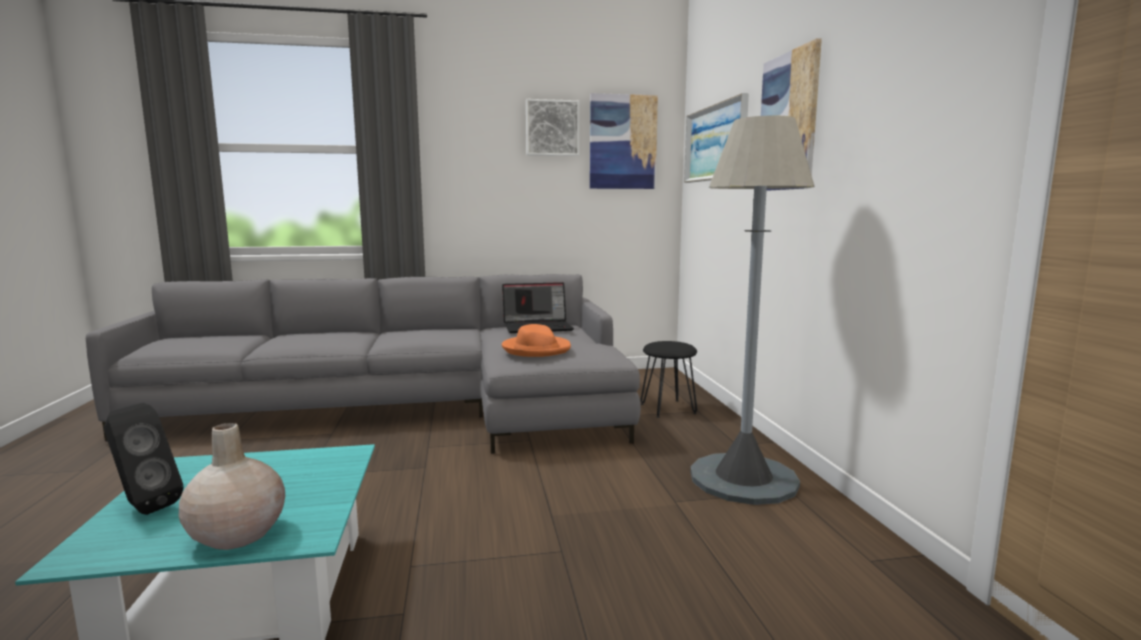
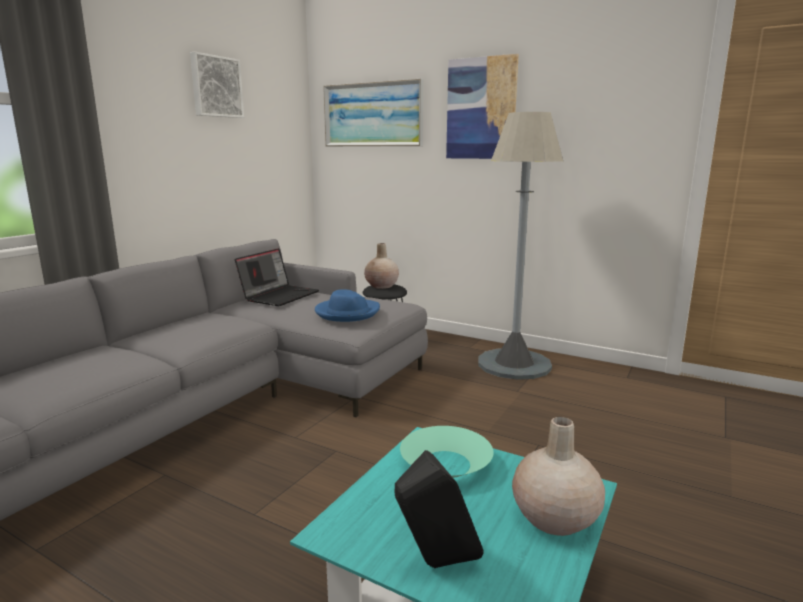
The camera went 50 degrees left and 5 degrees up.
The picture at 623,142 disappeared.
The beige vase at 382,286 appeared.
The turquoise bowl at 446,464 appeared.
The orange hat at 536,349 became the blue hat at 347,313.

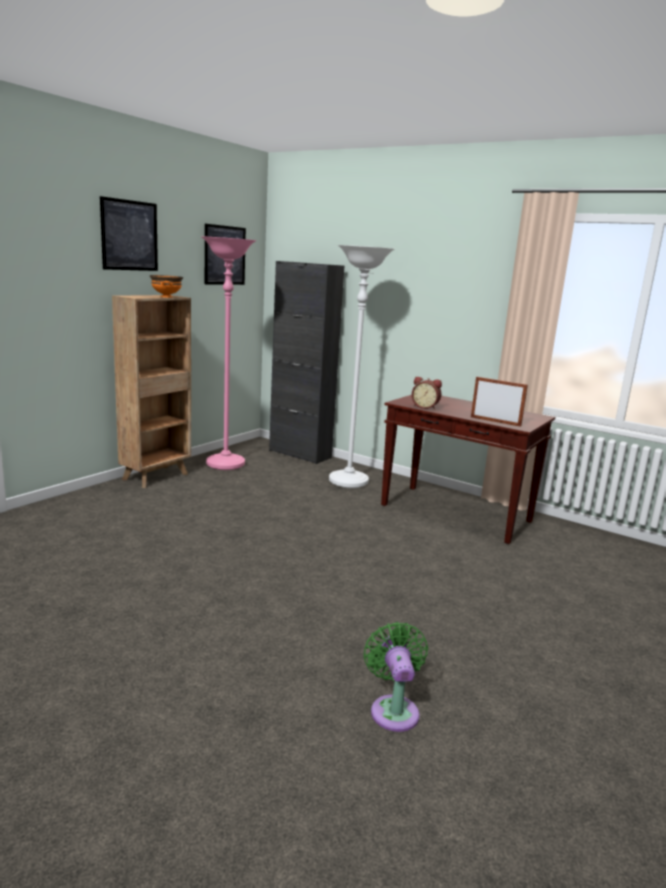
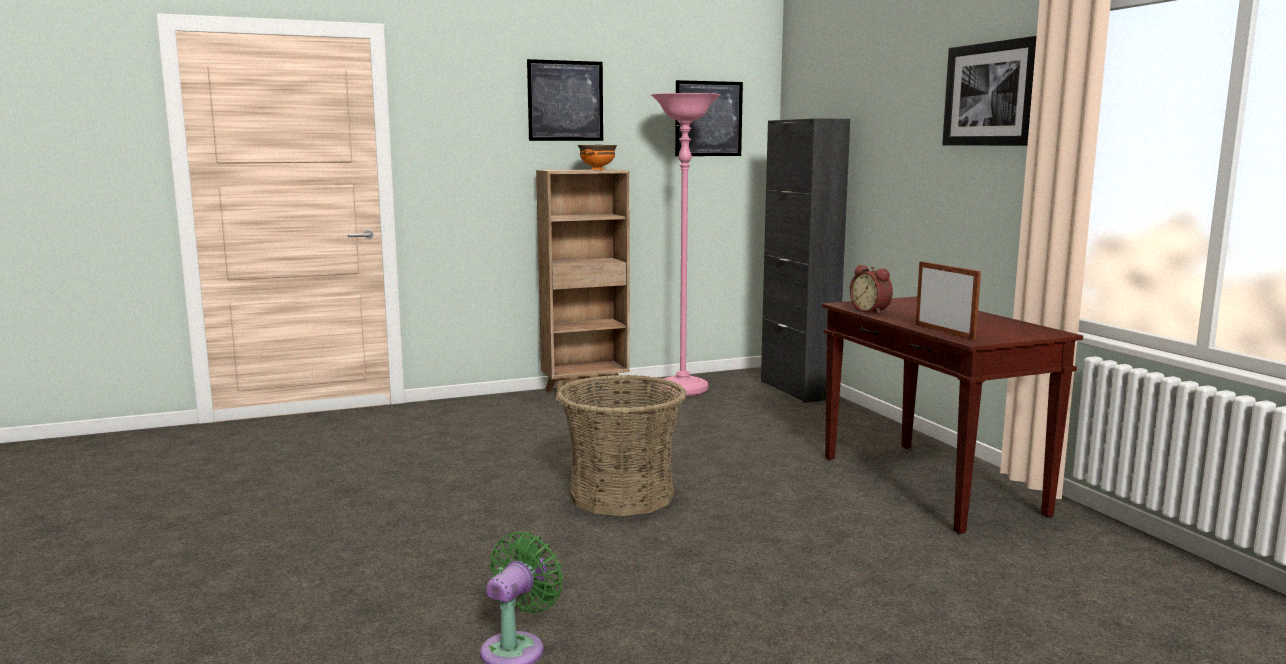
The camera went 35 degrees right and 5 degrees down.
The white floor lamp at 348,481 disappeared.
The basket at 622,495 appeared.
The picture at 991,94 appeared.

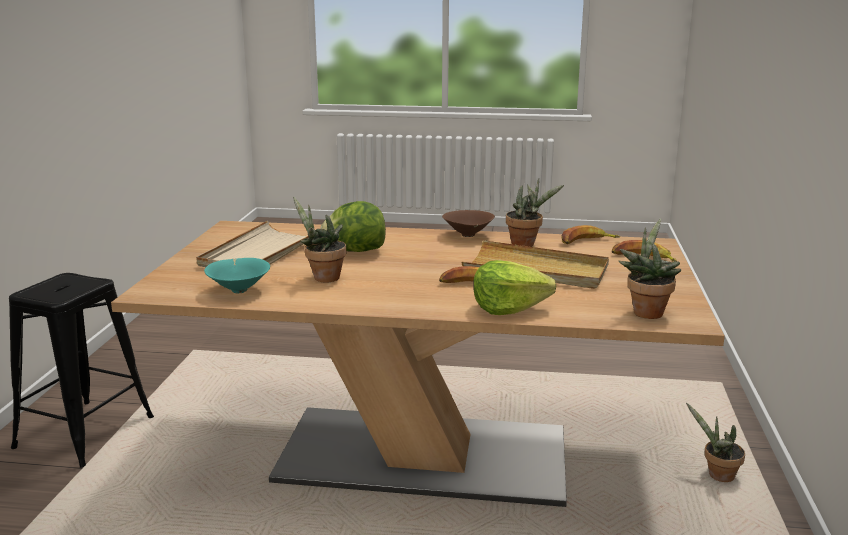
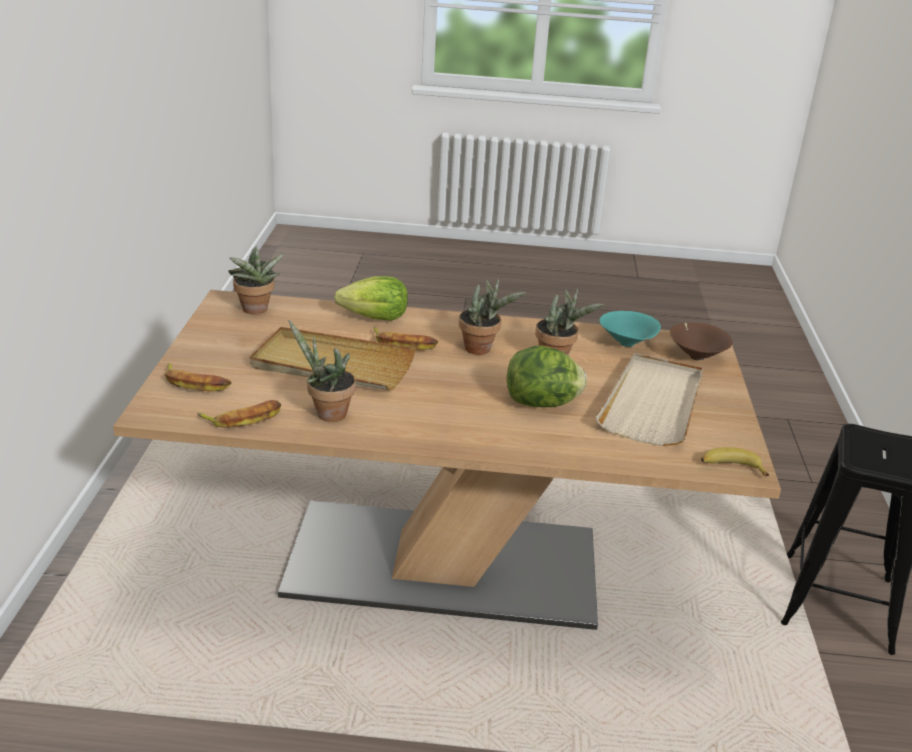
The camera went 175 degrees right and 10 degrees up.
The banana at 731,467 appeared.
The brown bowl moved from 468,236 to 696,356.
The potted plant moved from 717,476 to 482,349.

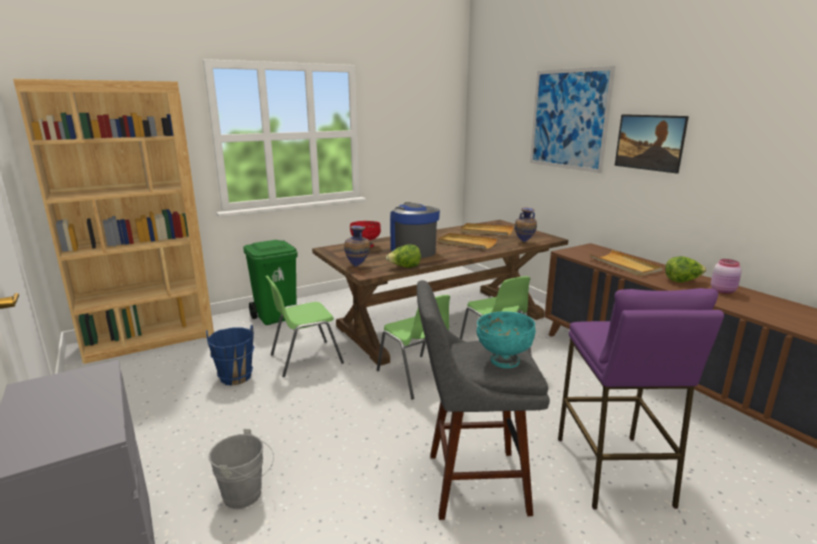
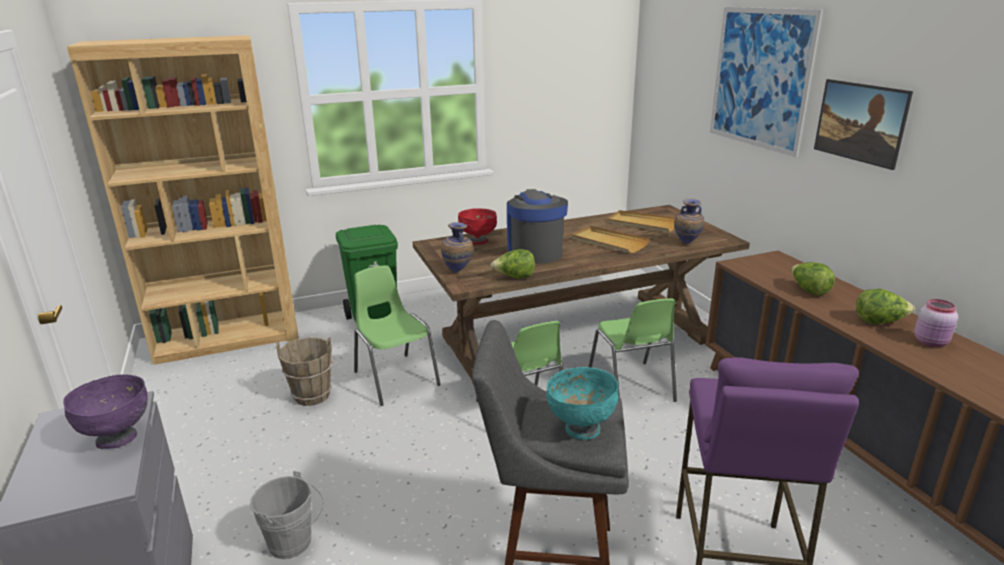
The camera went 10 degrees right and 5 degrees up.
The purple bowl at 118,439 appeared.
The beige tray at 625,265 was replaced by the lettuce at 809,291.
The blue bucket at 235,377 became the brown bucket at 312,395.
The green chair at 305,358 turned 75 degrees clockwise.

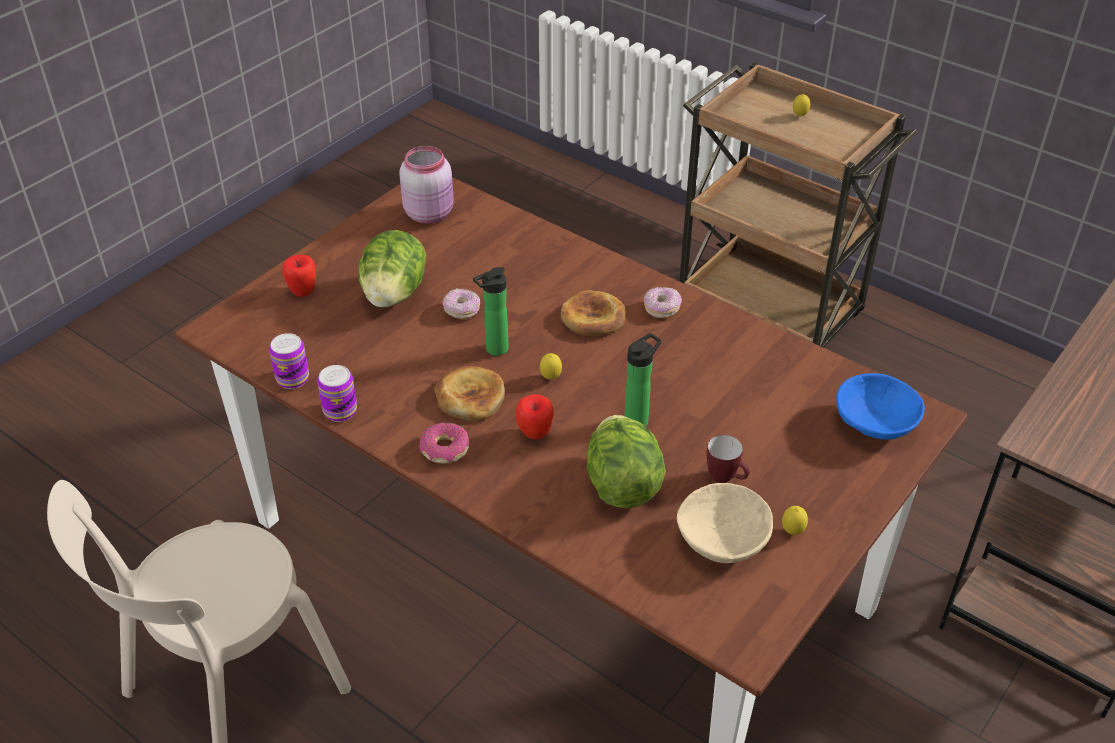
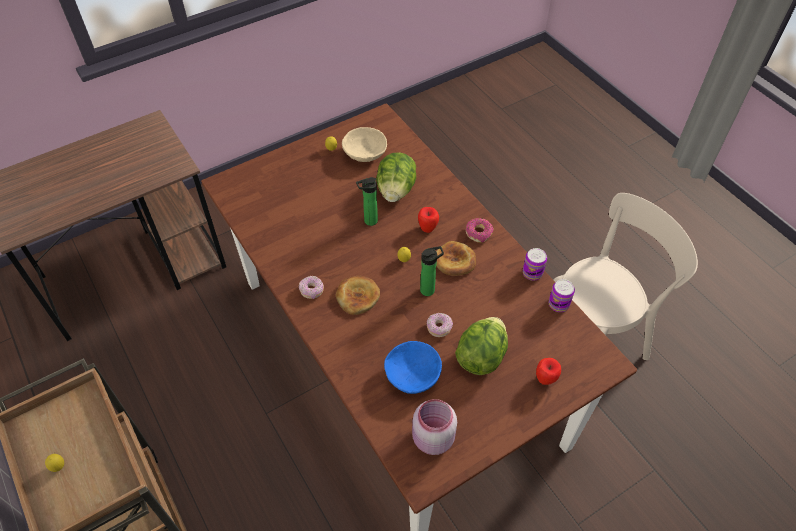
The camera went 160 degrees left and 10 degrees up.
The mug at 726,479 disappeared.
The blue bowl moved from 874,426 to 413,375.

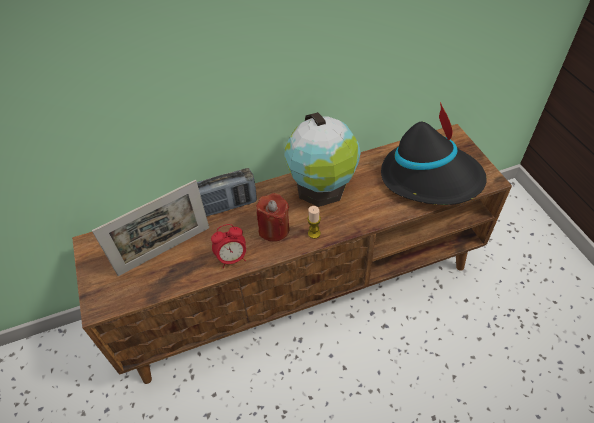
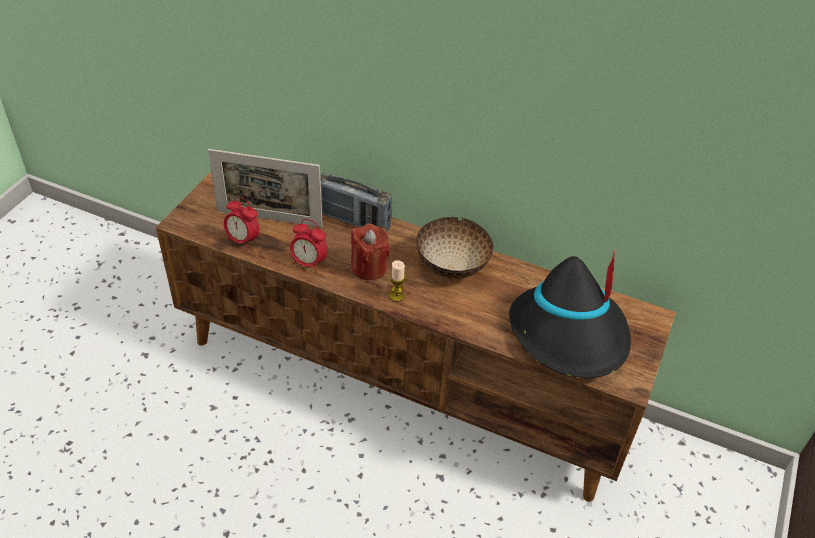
The camera went 40 degrees right and 5 degrees down.
The alarm clock at 243,240 appeared.
The globe at 322,189 was replaced by the bowl at 452,268.

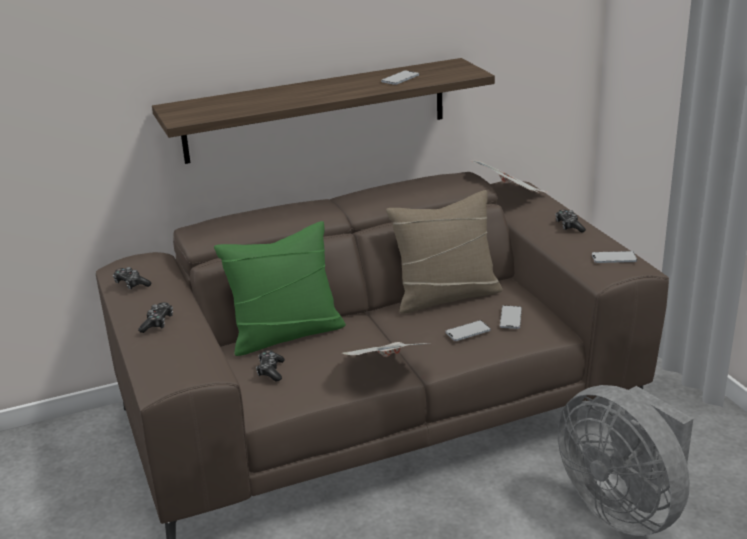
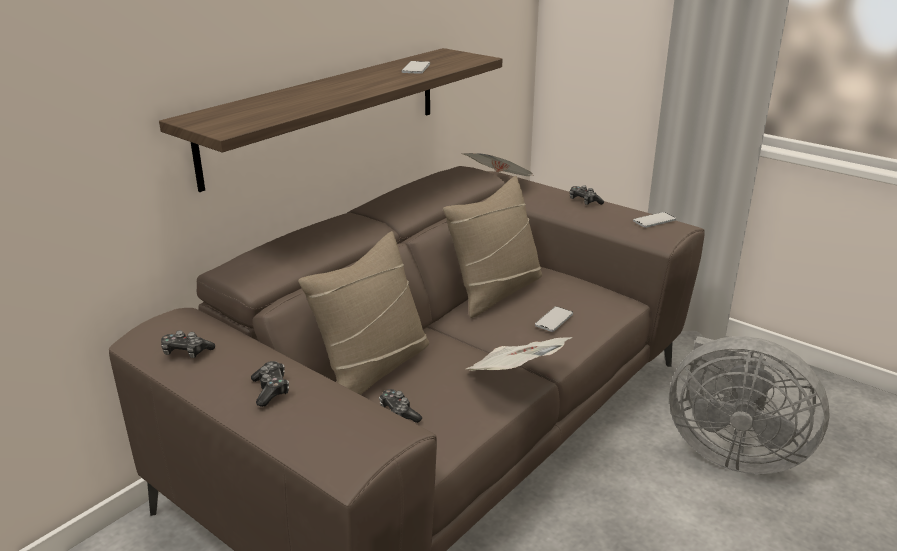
The camera went 30 degrees left and 0 degrees up.
The phone at 510,318 disappeared.
The green pillow at 286,334 became the beige pillow at 373,368.

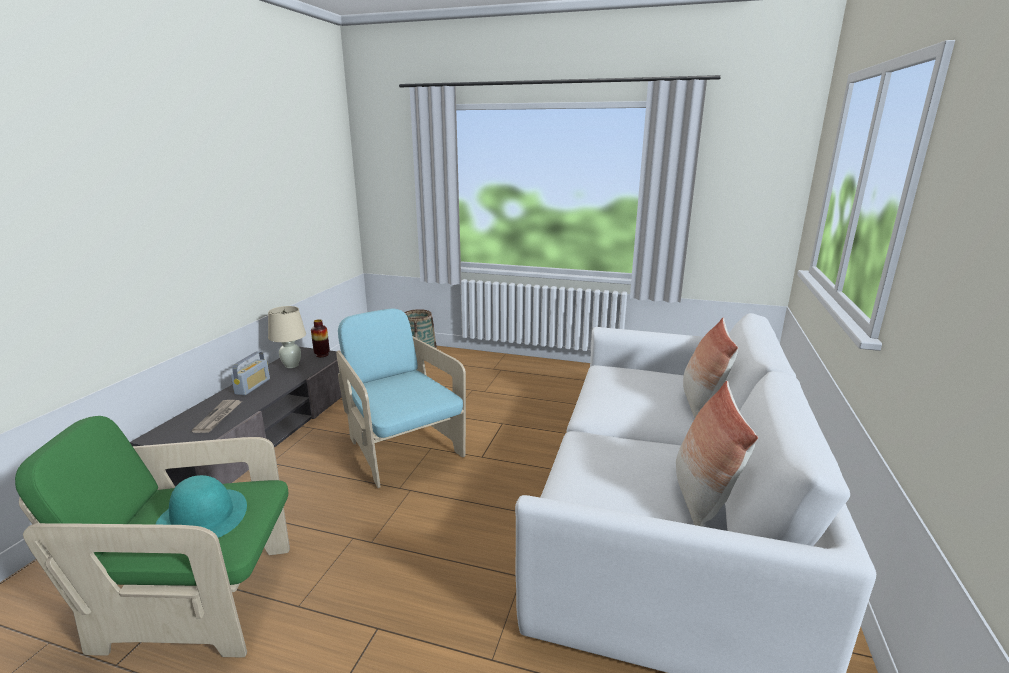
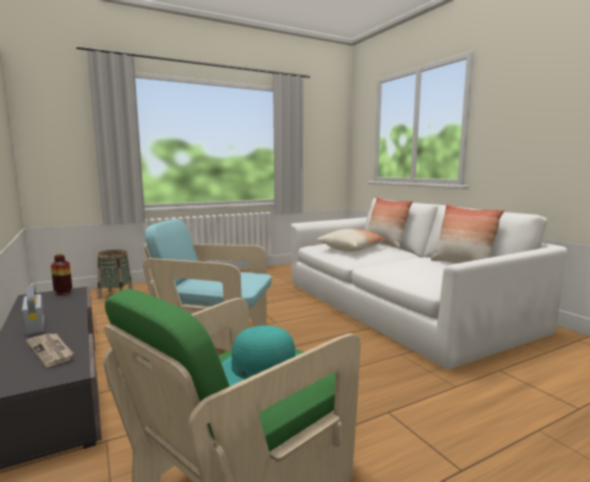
The camera went 45 degrees left and 10 degrees down.
The beige table lamp at 291,365 disappeared.
The pillow at 351,249 appeared.

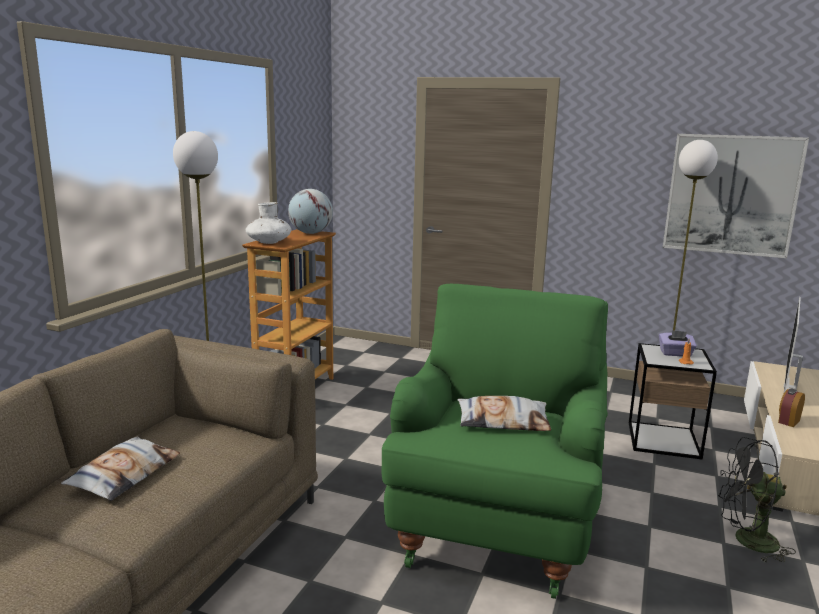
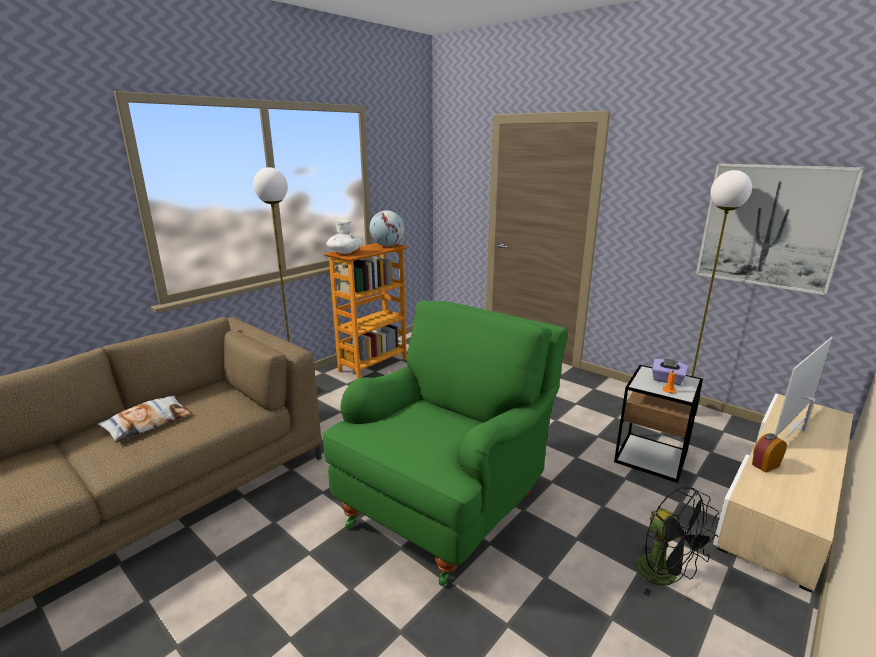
The camera went 20 degrees right and 5 degrees up.
The pillow at 503,421 disappeared.
The black fan at 747,541 turned 150 degrees counterclockwise.

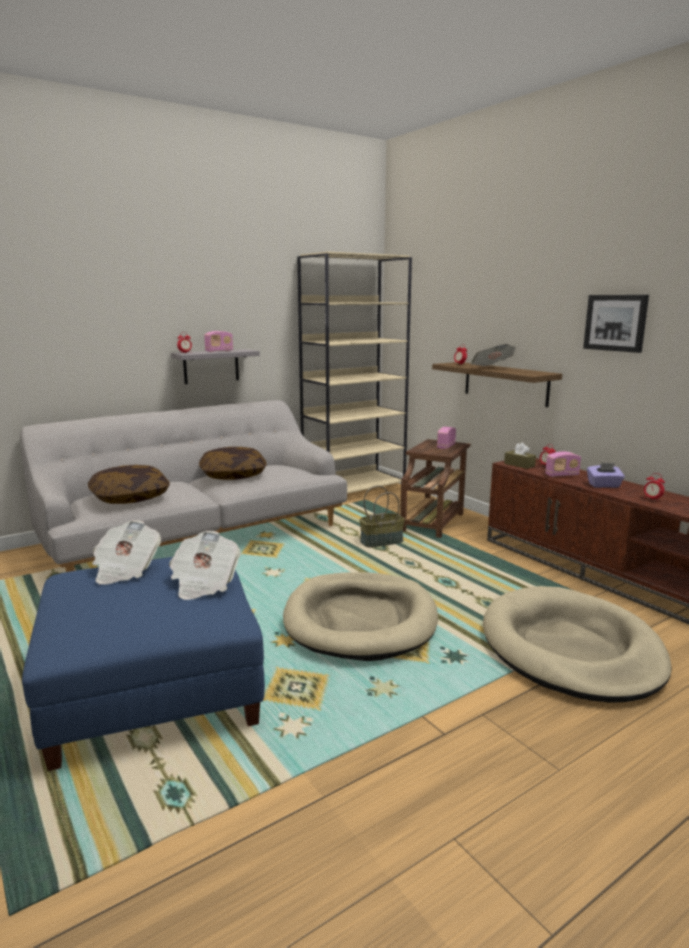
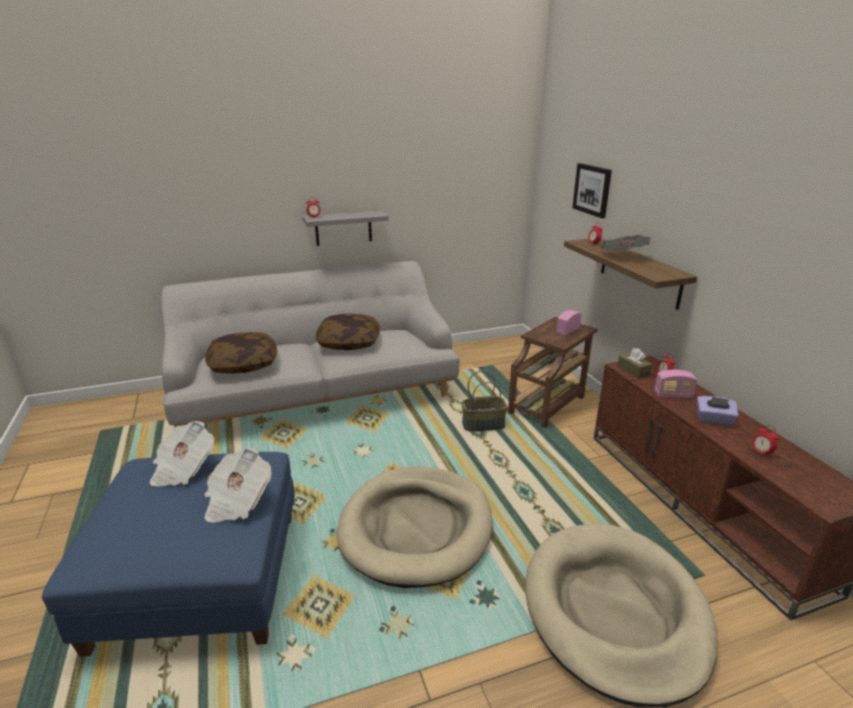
The camera went 15 degrees right and 10 degrees up.
The radio at 219,351 disappeared.
The beige bookcase at 354,490 disappeared.
The picture moved from 615,323 to 592,190.

